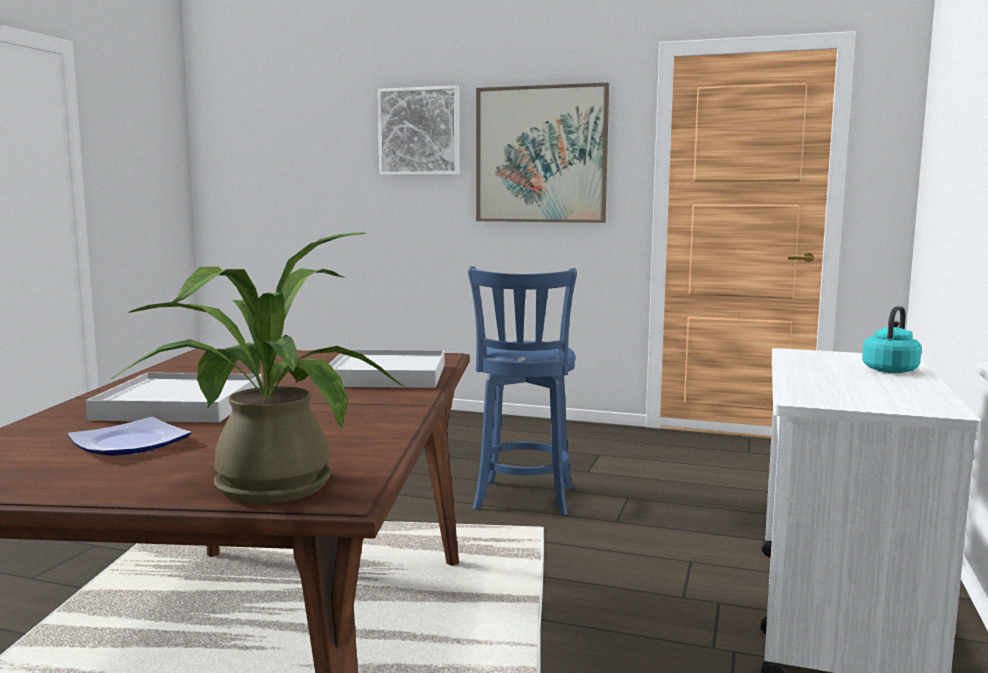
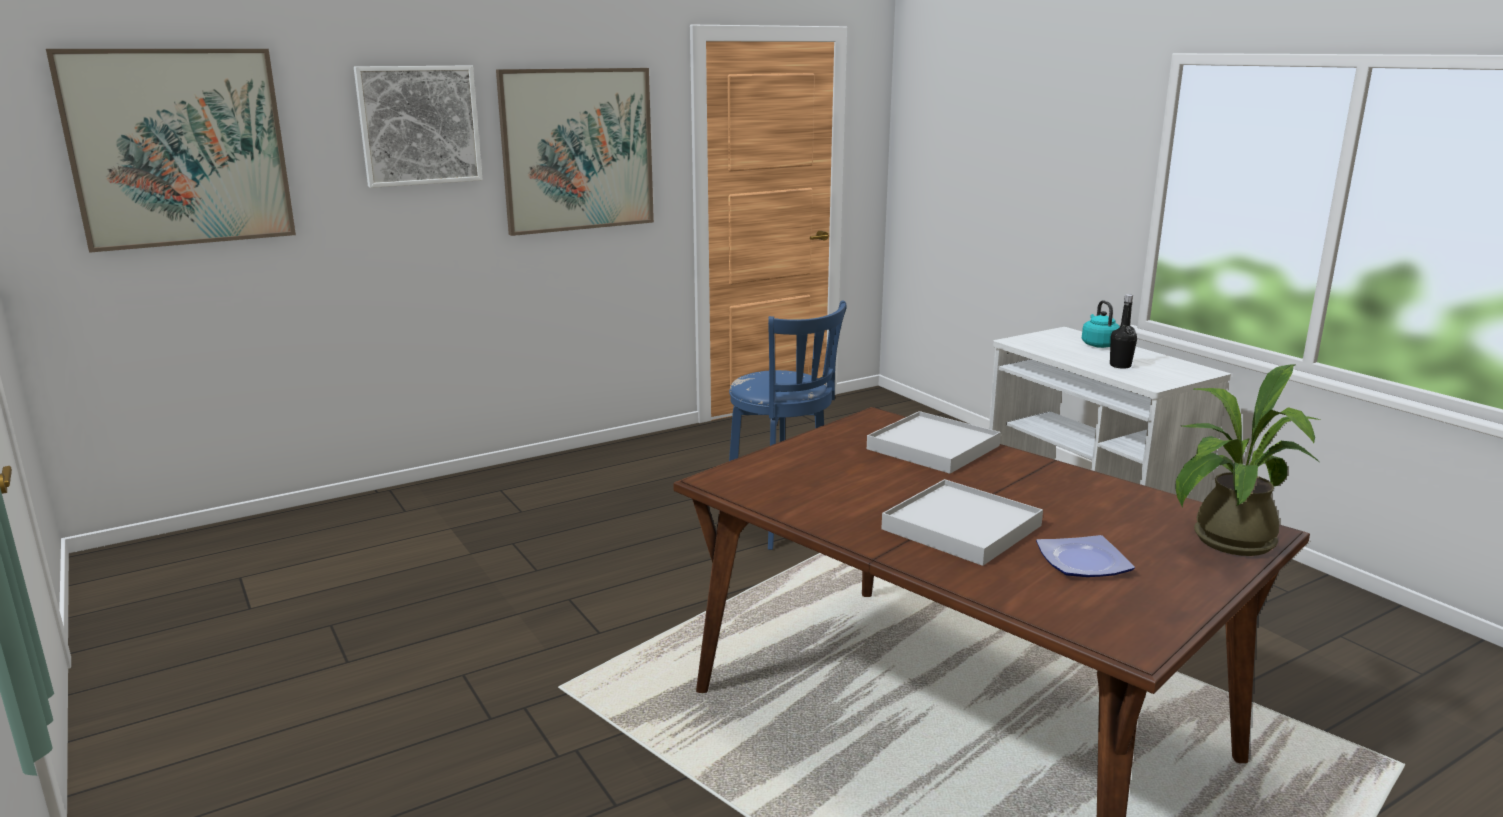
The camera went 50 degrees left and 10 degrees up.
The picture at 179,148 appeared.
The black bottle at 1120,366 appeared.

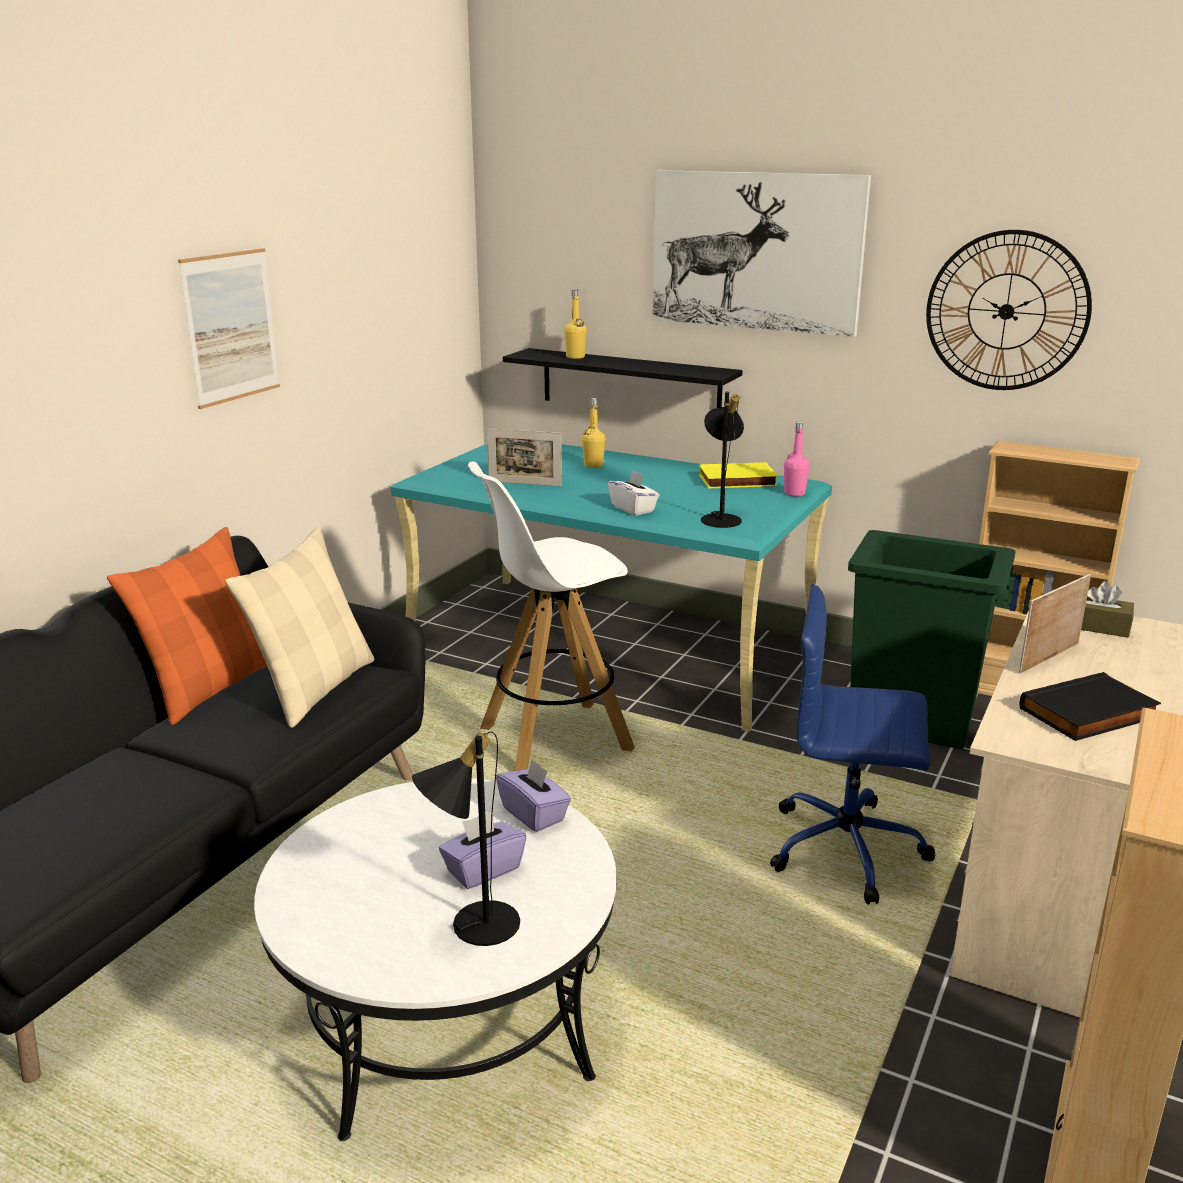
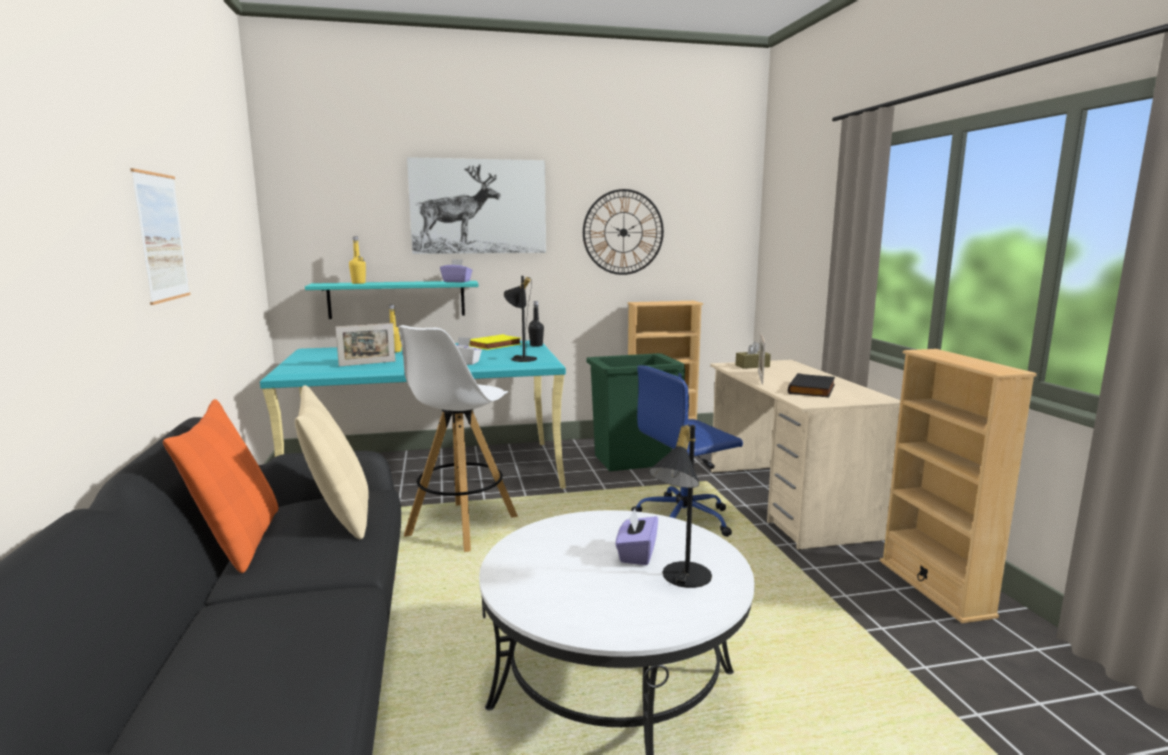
The camera went 40 degrees left and 10 degrees down.
The purple tissue box moved from 534,814 to 457,281.
The black shelf at 630,384 became the turquoise shelf at 397,299.
The pink bottle at 794,493 became the black bottle at 536,345.

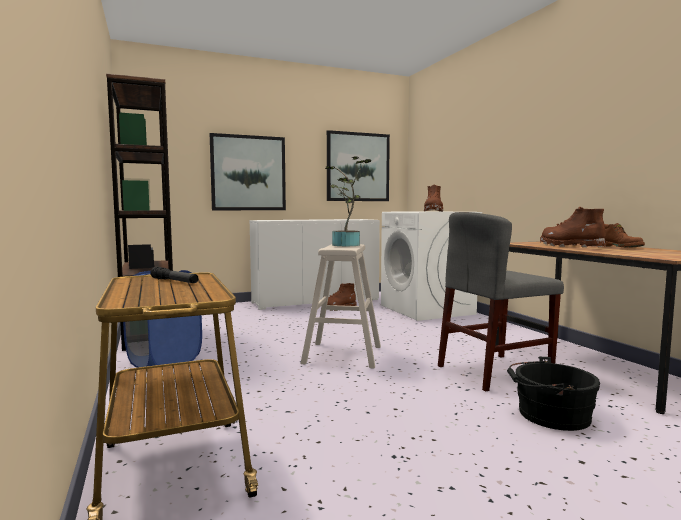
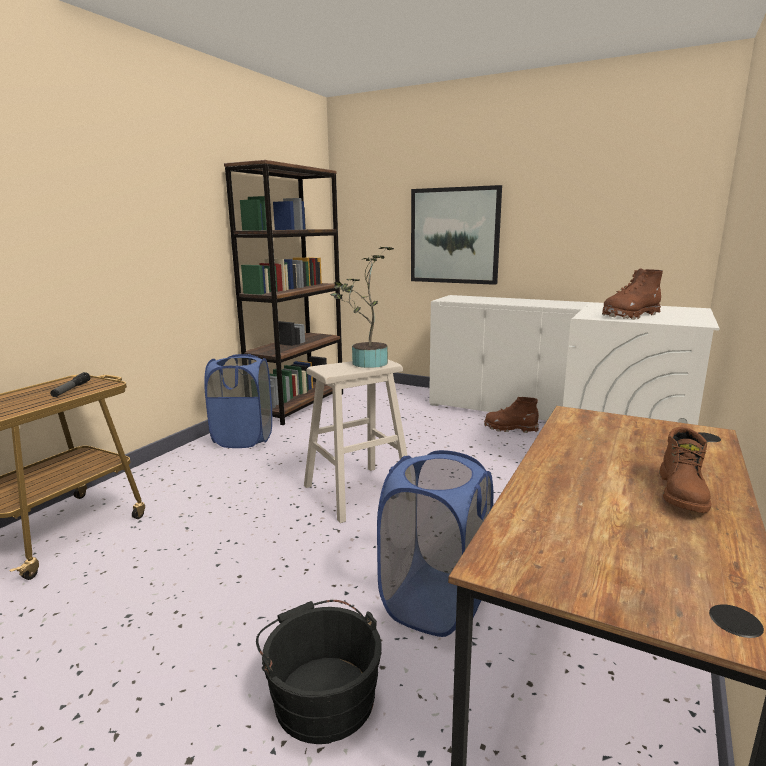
The camera went 50 degrees right and 10 degrees up.
The picture at 358,167 disappeared.
The brown boot at 571,246 disappeared.
The grey chair at 494,371 was replaced by the blue laundry basket at 435,601.

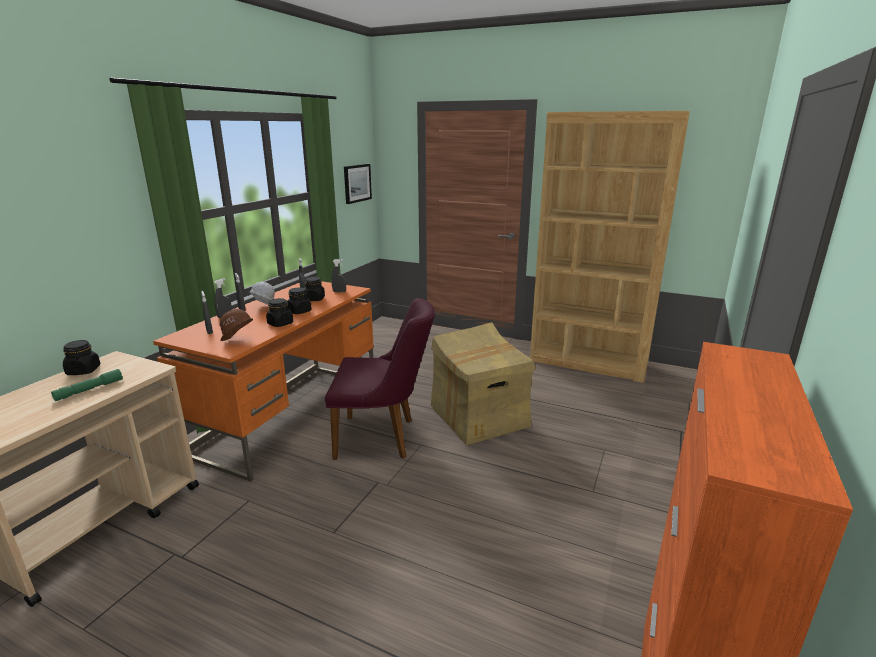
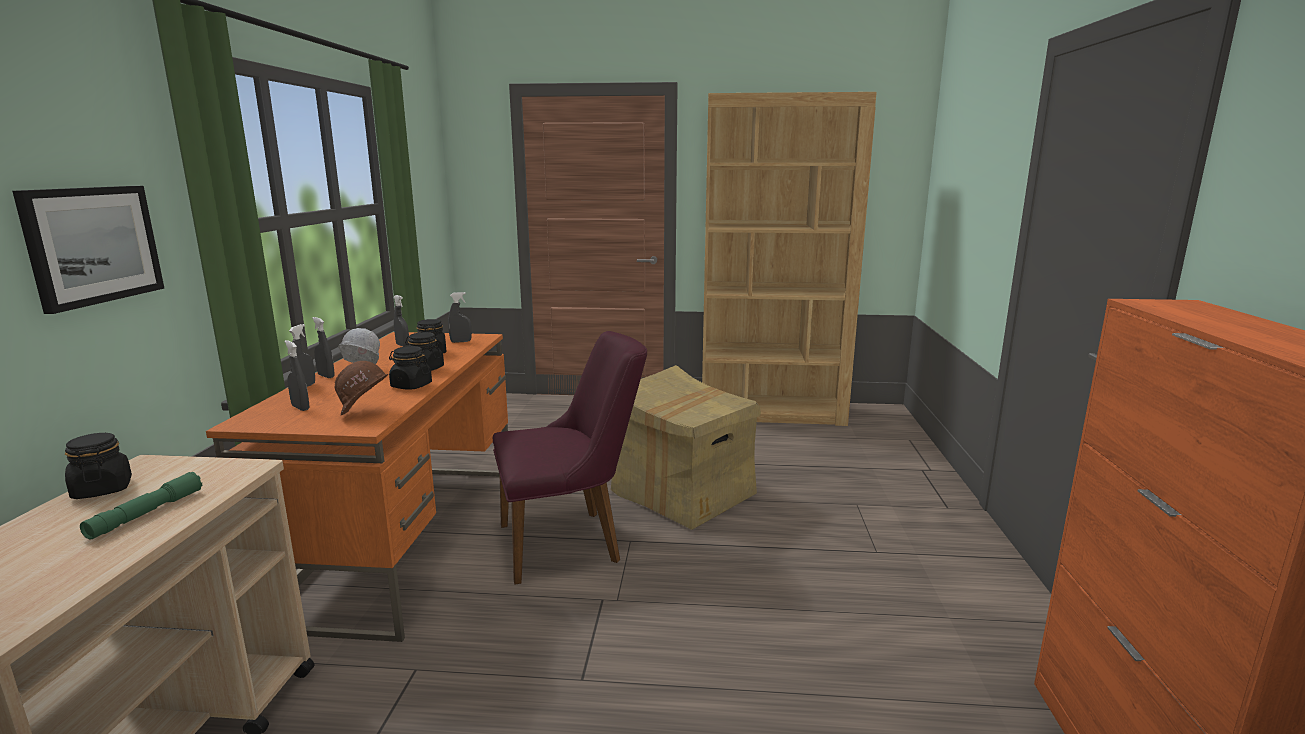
The camera went 20 degrees left and 5 degrees down.
The picture moved from 357,183 to 92,245.

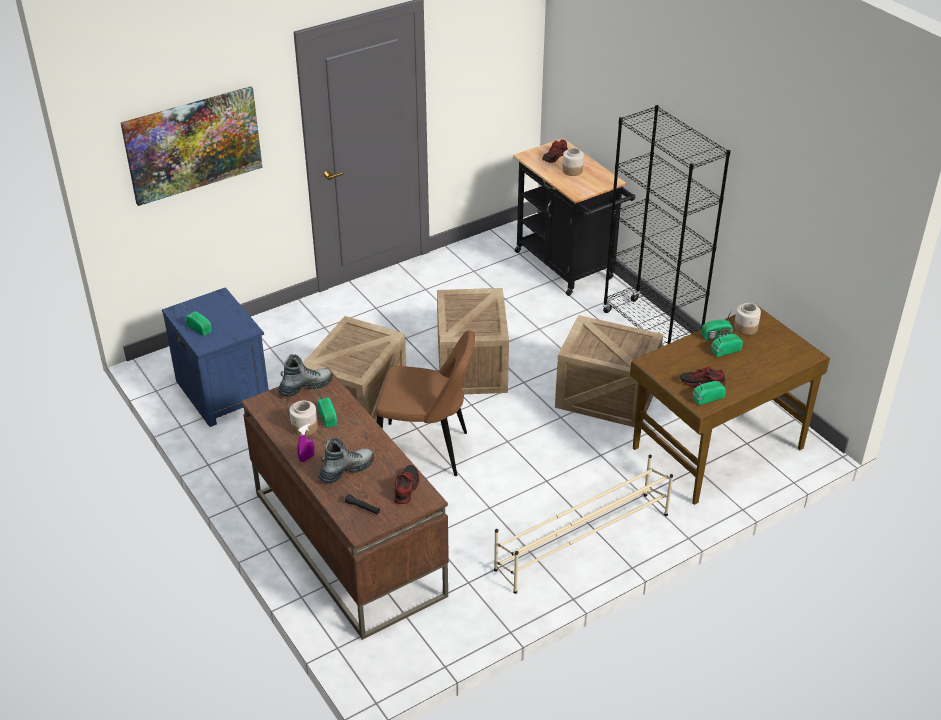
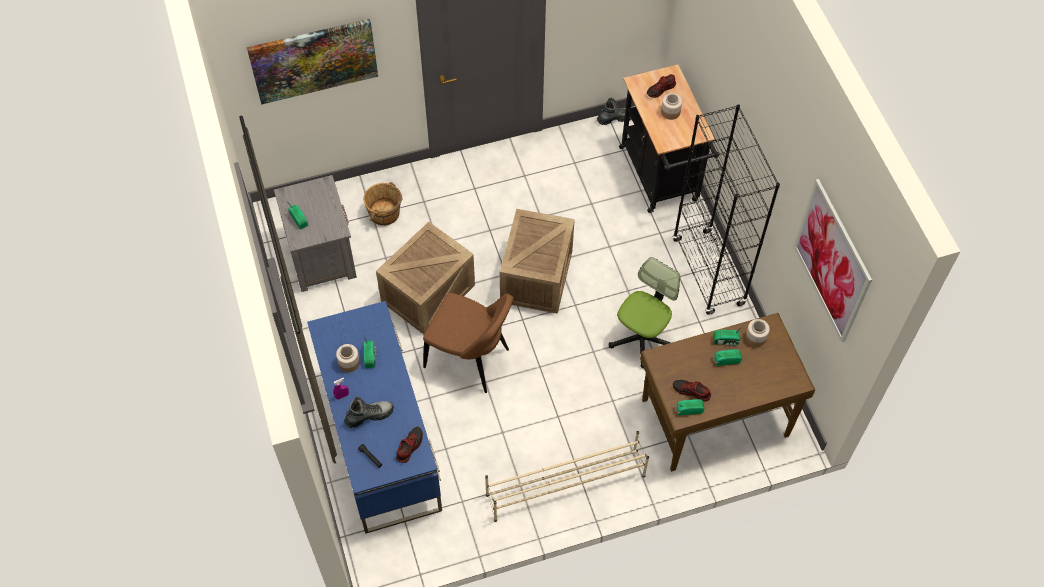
The camera went 15 degrees right and 20 degrees up.
The brown bucket at 385,213 appeared.
The picture at 832,261 appeared.
The boot moved from 306,386 to 616,118.
The crate at 608,396 was replaced by the office chair at 642,338.
The blue nightstand at 223,390 became the grey nightstand at 321,254.
The brown desk at 348,543 became the blue desk at 380,439.

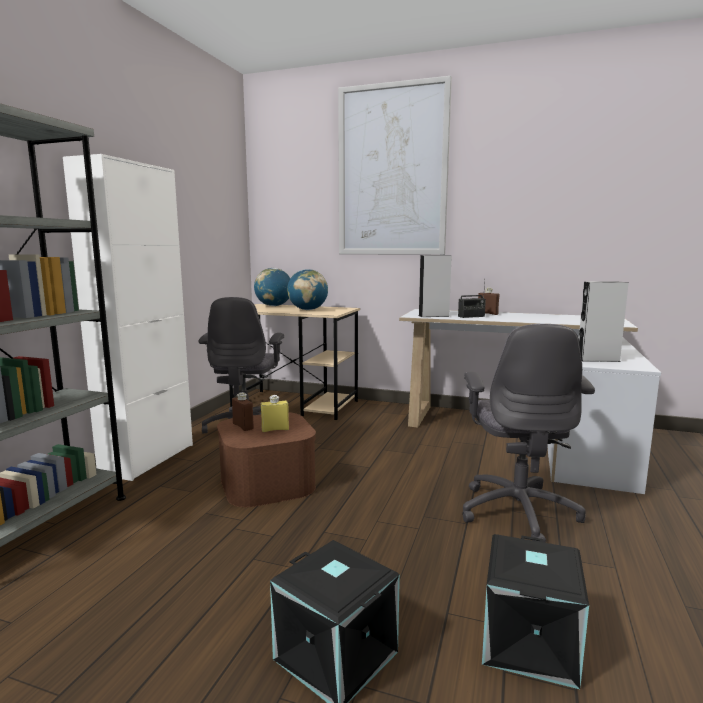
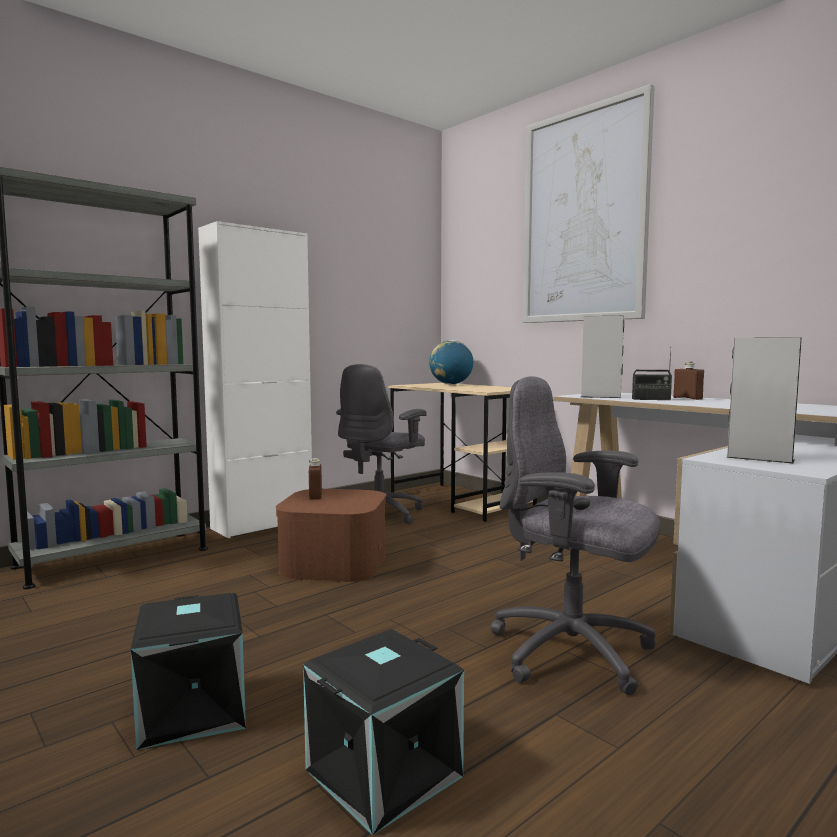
The camera went 30 degrees right and 5 degrees down.
The yellow bottle at 275,429 disappeared.
The globe at 308,310 disappeared.
The grey office chair at 518,511 turned 90 degrees clockwise.

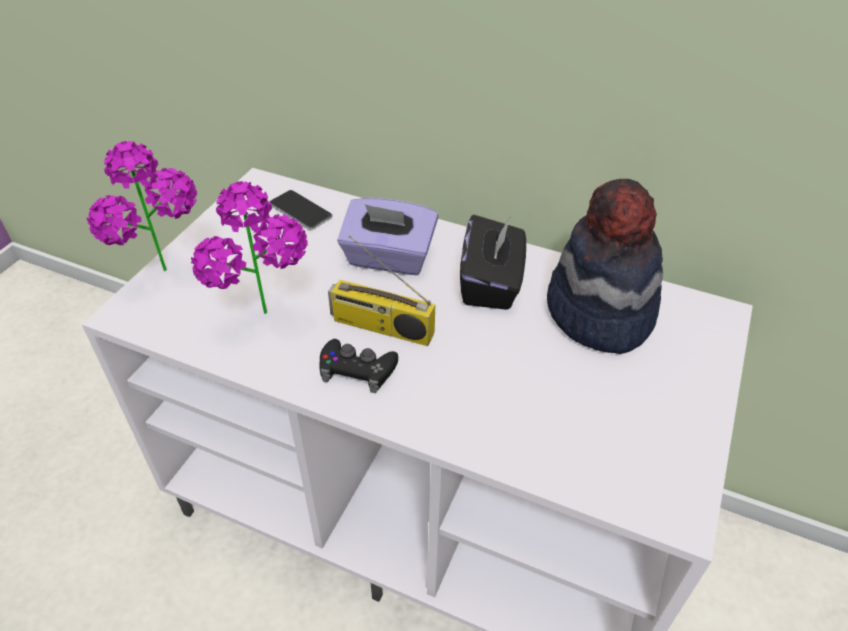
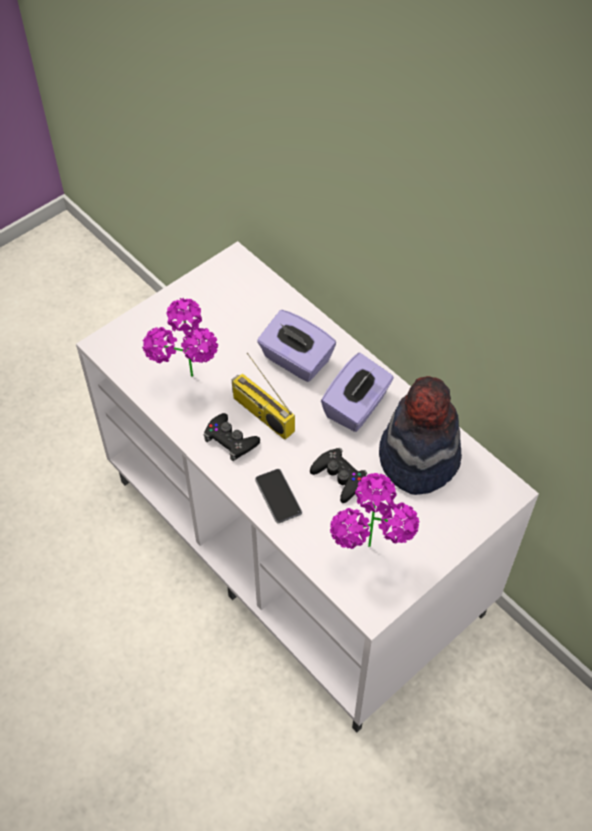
The camera went 25 degrees right and 10 degrees up.
The black game controller at 339,477 appeared.
The potted plant moved from 170,281 to 371,560.
The phone moved from 300,211 to 278,496.
The black tissue box at 491,283 became the purple tissue box at 356,407.

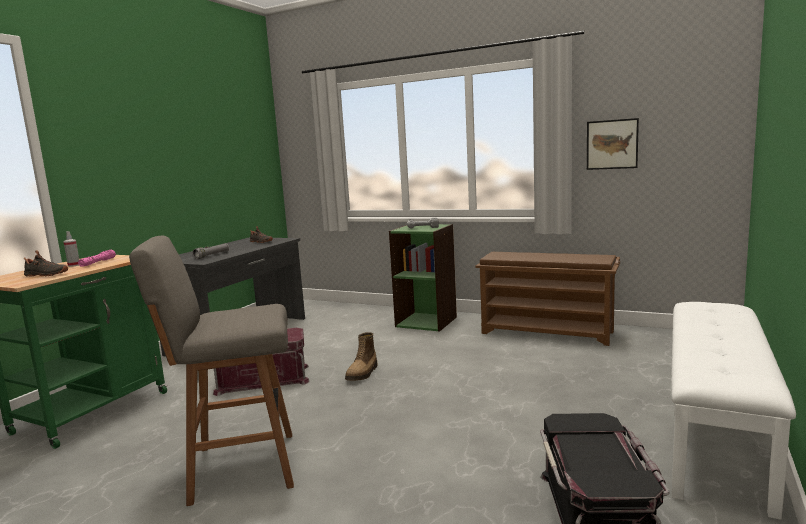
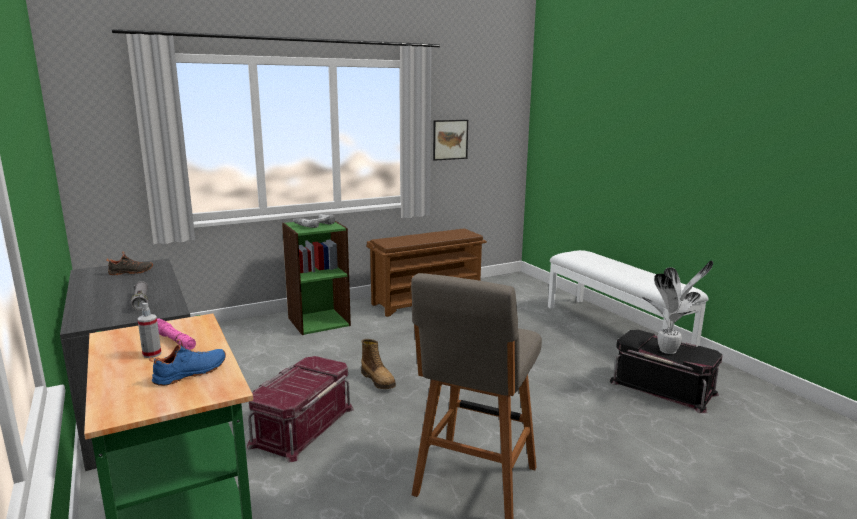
The camera went 55 degrees left and 5 degrees up.
The potted plant at 669,351 appeared.
The black shoe at 45,275 became the blue shoe at 191,374.

